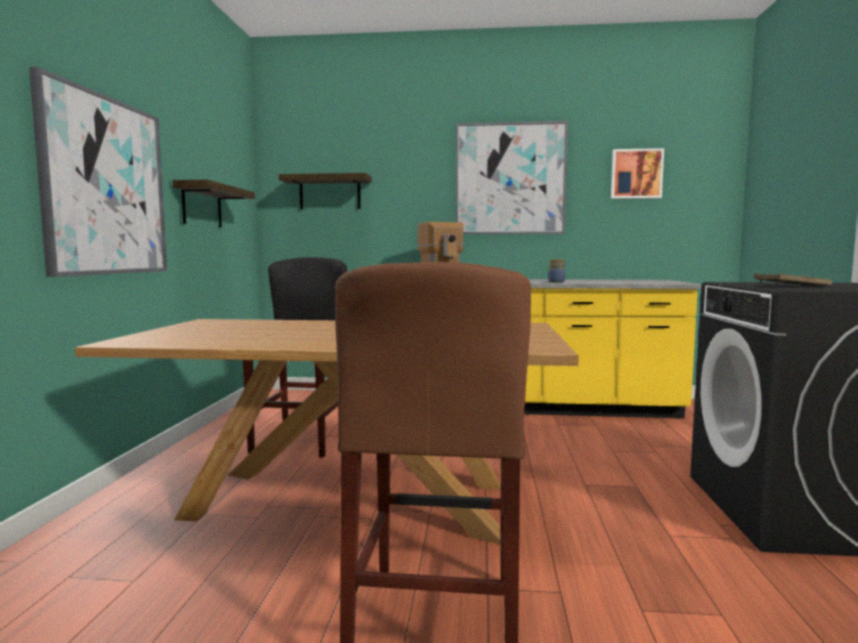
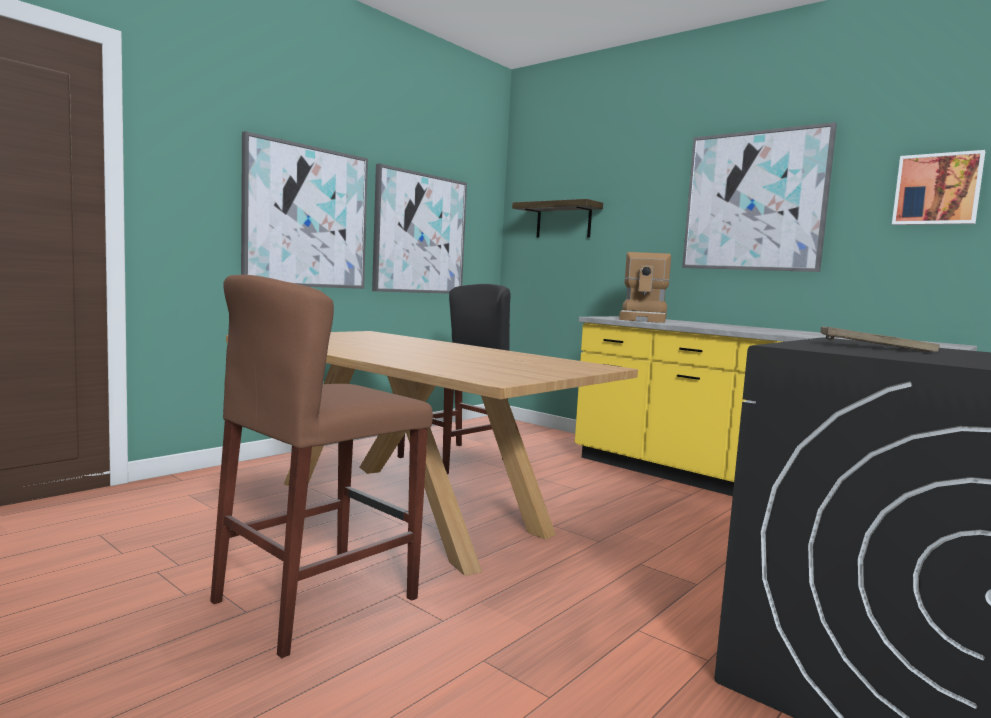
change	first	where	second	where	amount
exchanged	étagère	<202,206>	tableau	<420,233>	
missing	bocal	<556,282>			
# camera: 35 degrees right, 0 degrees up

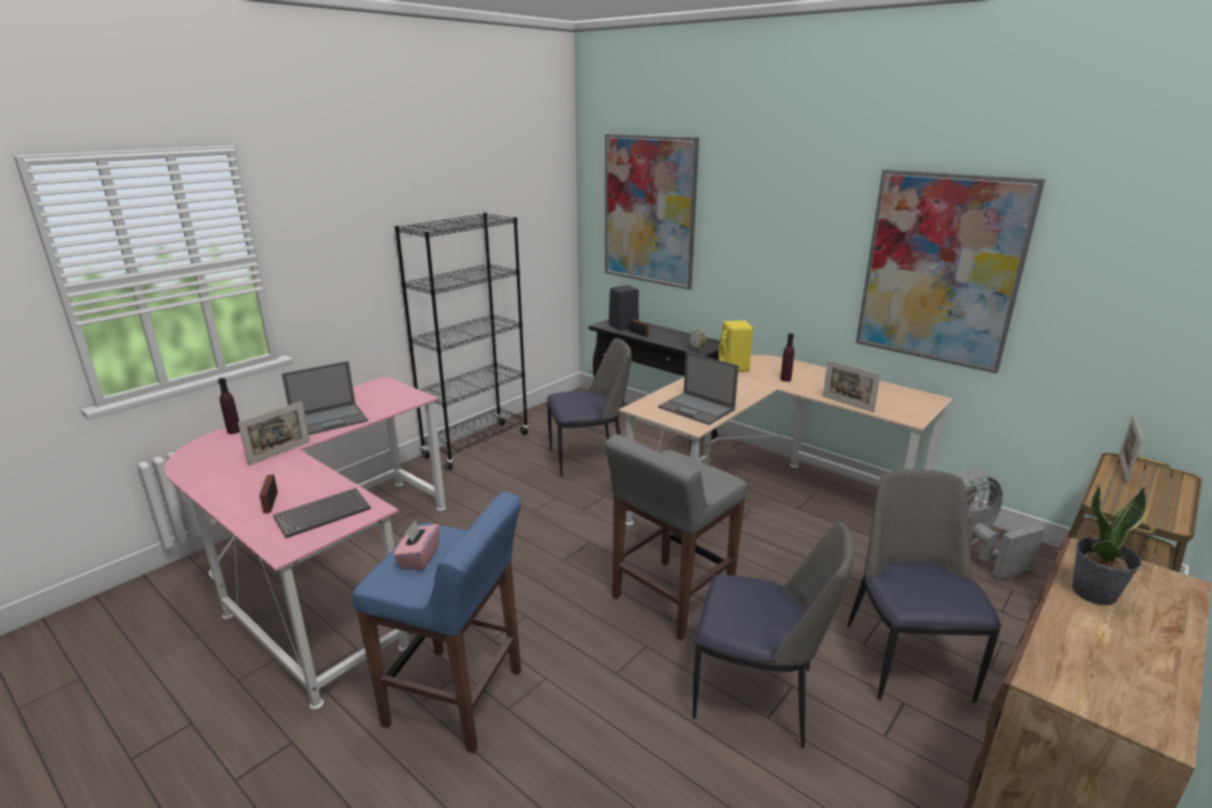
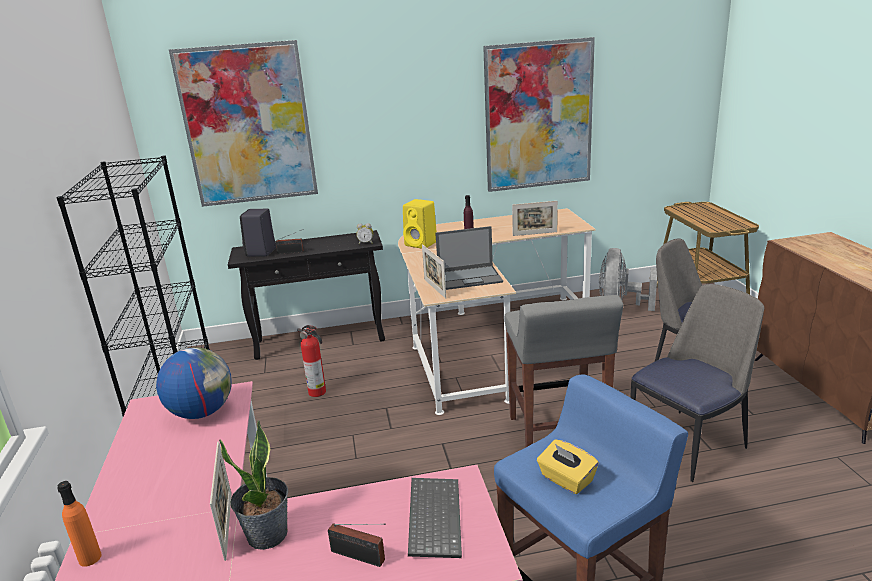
change	first	where	second	where	amount
colour	bouteille (violet)	<234,431>	bouteille (orange)	<90,558>	
appeared			globe	<201,412>	
relocated	plante en pot	<1094,593>		<268,535>	
exchanged	chaise	<589,459>	extincteur	<318,392>	
relocated	cadre photo	<1123,468>		<435,288>	
colour	boîte à mouchoirs (rose)	<419,558>	boîte à mouchoirs (jaune)	<566,480>	
missing	ordinateur portable	<330,420>			
# camera: 50 degrees left, 0 degrees up

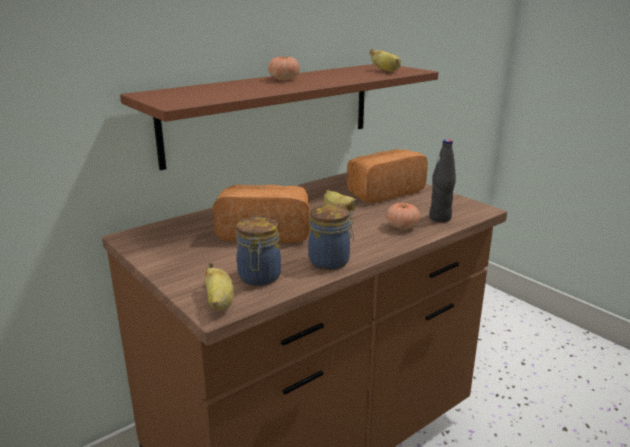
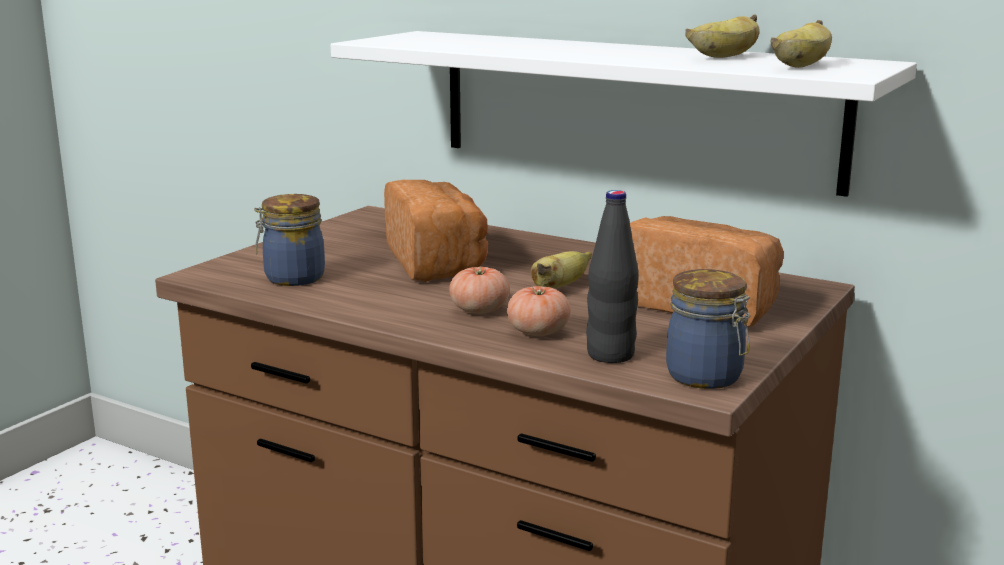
change	first	where	second	where	amount
colour	étagère (marron)	<271,112>	étagère (blanc)	<634,107>	
relocated	tomate	<284,79>		<479,310>	
relocated	bocal	<331,261>		<707,377>	
relocated	banane	<219,303>		<724,57>	
# camera: 70 degrees right, 5 degrees down

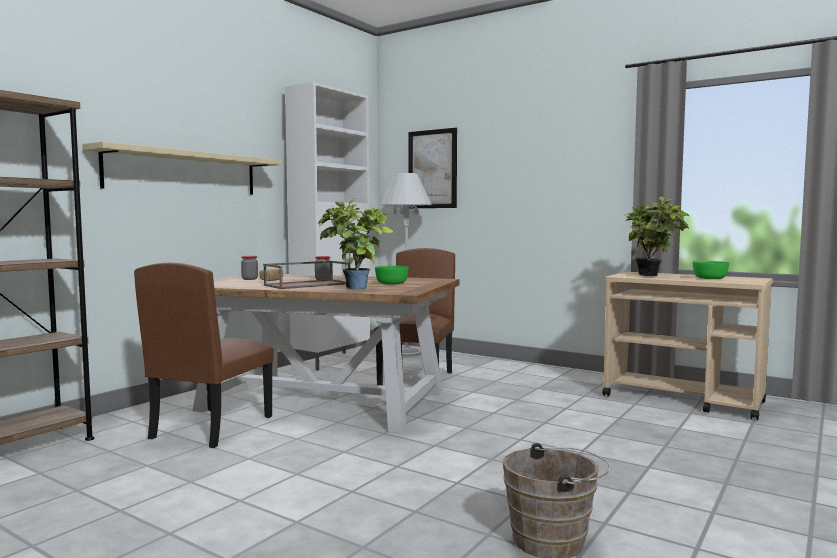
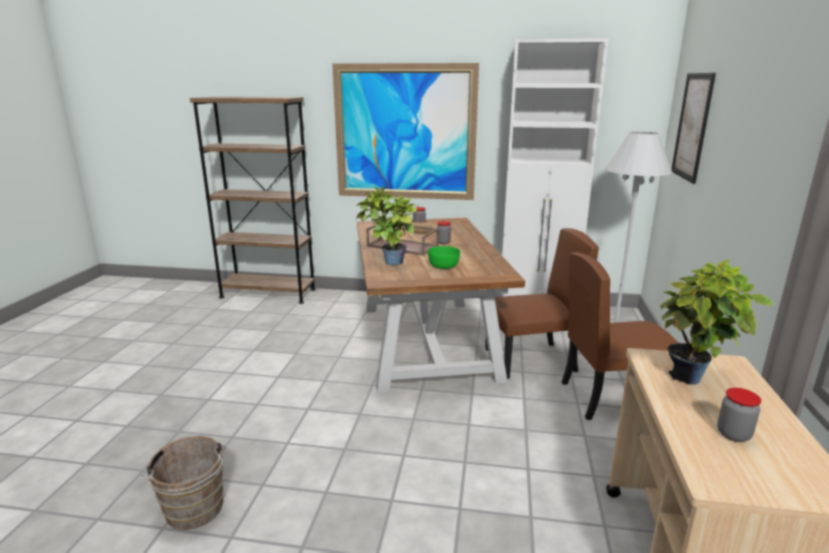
change	first	where	second	where	amount
exchanged	étagère (beige)	<184,172>	tableau	<404,133>	
relocated	chaise (marron)	<211,427>		<613,397>	
exchanged	bol (vert)	<709,278>	bocal	<733,434>	
# camera: 65 degrees right, 15 degrees up

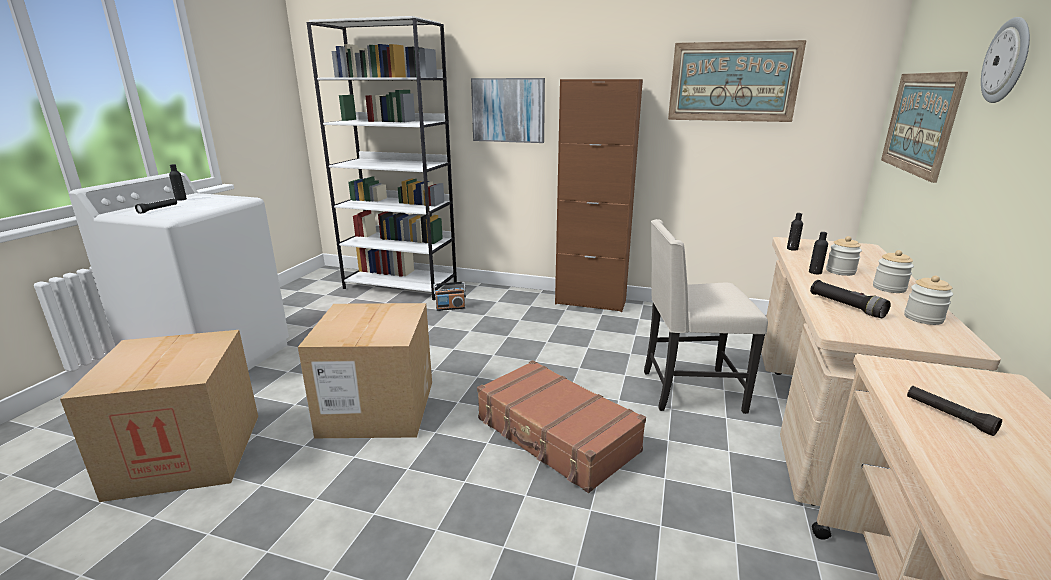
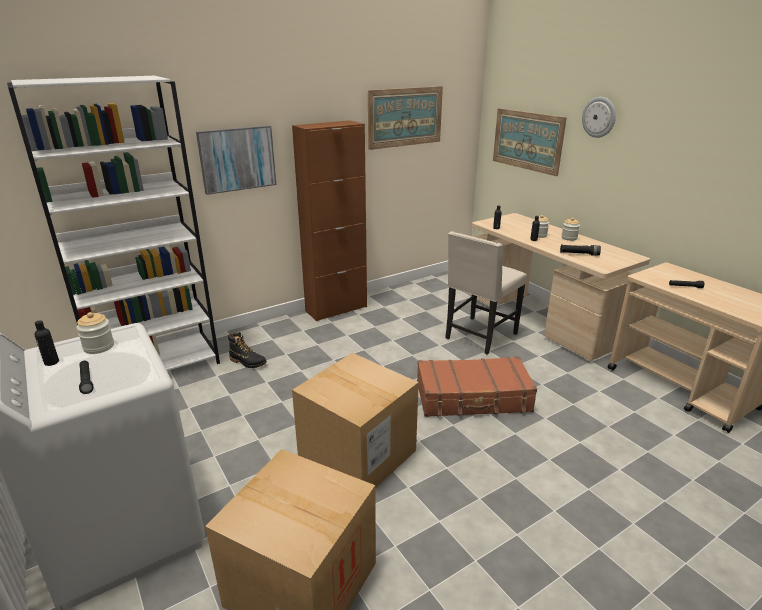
change	first	where	second	where	amount
relocated	bocal	<923,318>		<99,347>	
exchanged	radio	<450,308>	botte (noir)	<248,362>	
# camera: 50 degrees left, 5 degrees up

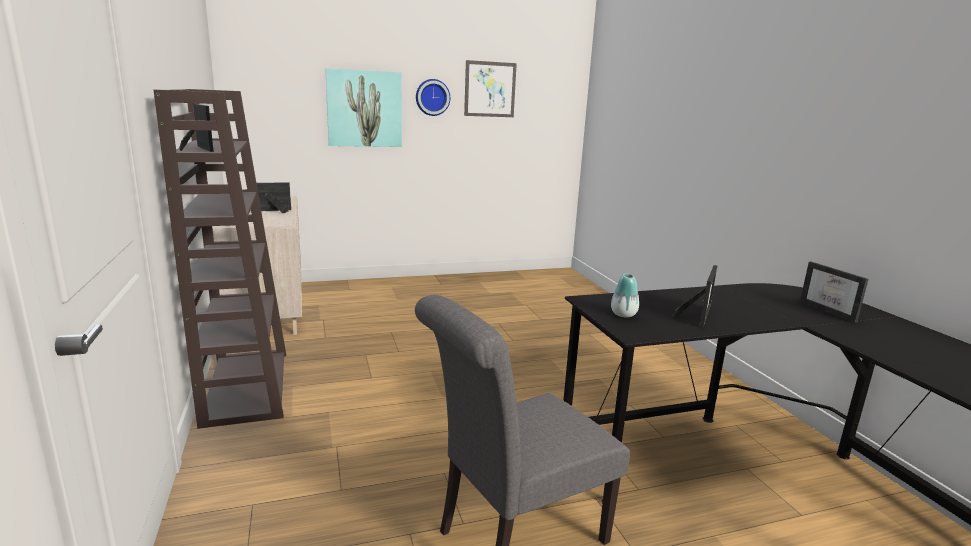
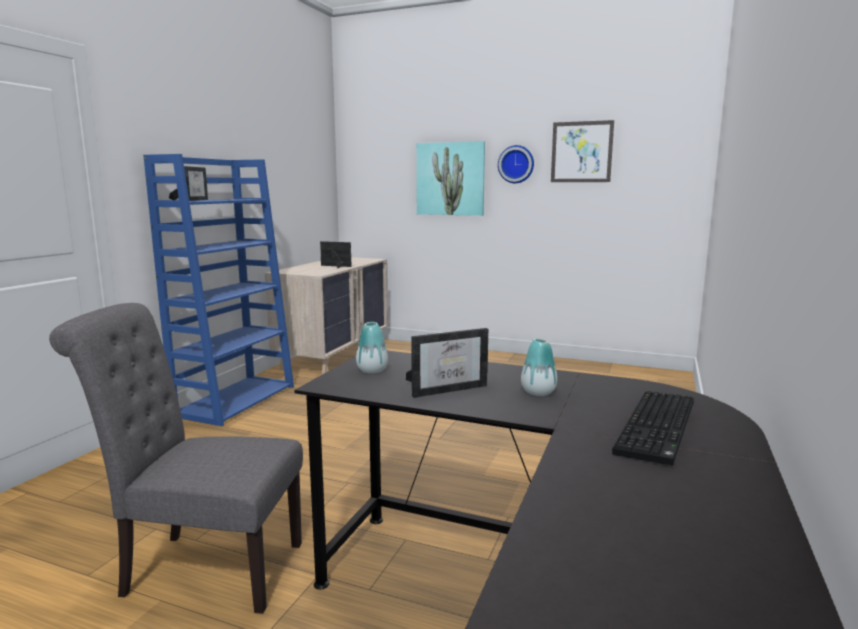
change	first	where	second	where	amount
colour	bibliothèque (marron)	<246,386>	bibliothèque (bleu)	<236,400>	
appeared			vase	<538,392>	
exchanged	cadre photo	<832,311>	clavier	<659,428>	
# camera: 40 degrees right, 5 degrees down

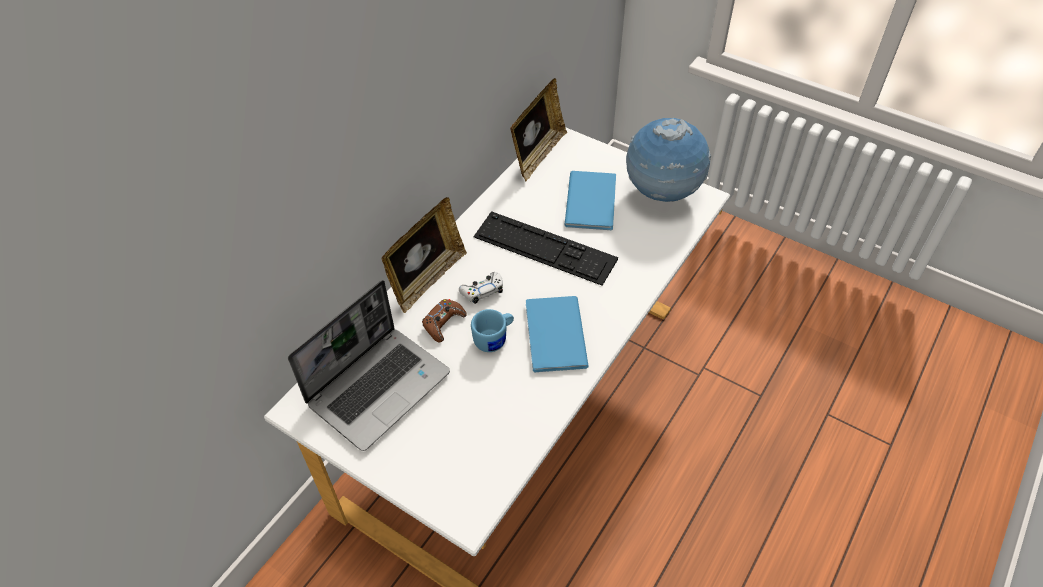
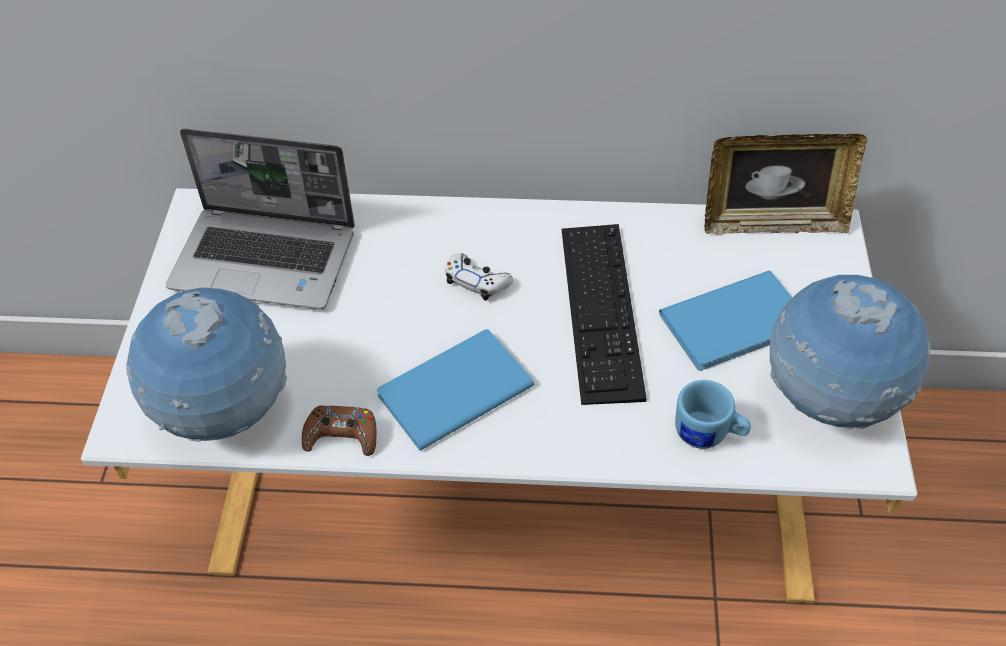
change	first	where	second	where	amount
appeared			globe	<225,413>	
relocated	manette (marron)	<443,323>		<342,436>	
relocated	mug (bleu)	<494,339>		<708,435>	
missing	cadre photo	<427,279>			
# camera: 60 degrees right, 0 degrees up

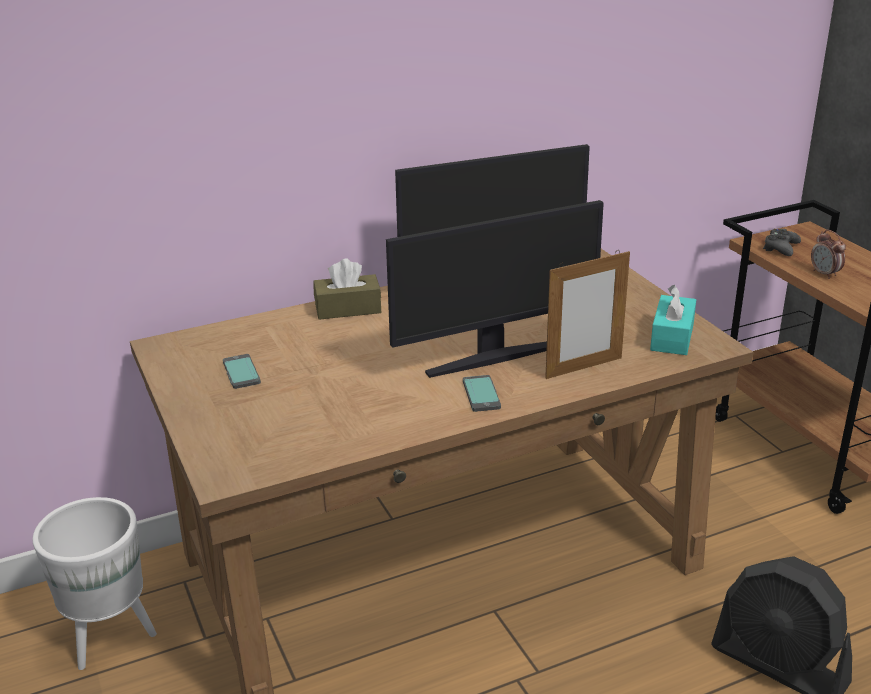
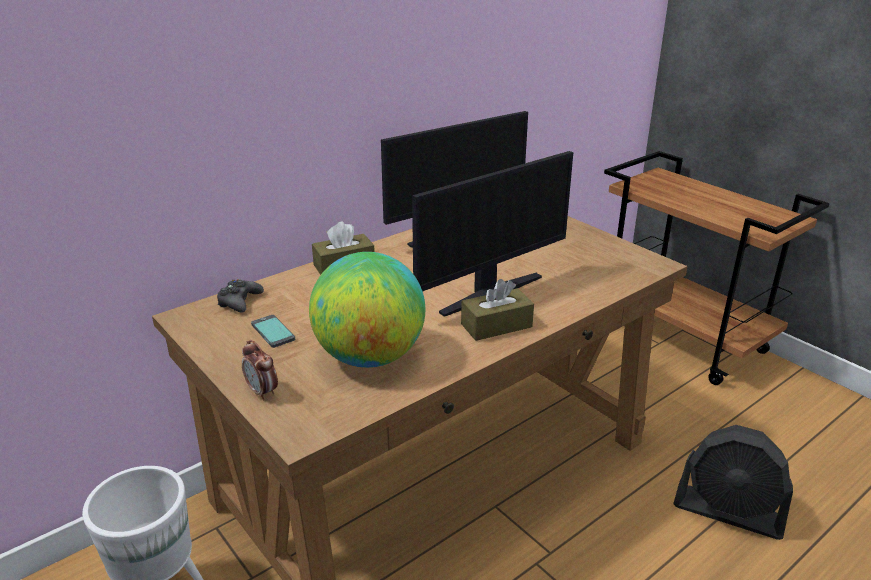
change	first	where	second	where	amount
relocated	manette (noir)	<780,248>		<239,301>	
relocated	réveil	<825,274>		<262,392>	
appeared			globe	<370,357>	
exchanged	téléphone	<481,394>	boîte à mouchoirs (marron)	<496,325>	
missing	cadre photo	<583,368>			
missing	boîte à mouchoirs (turquoise)	<672,337>			
# camera: 15 degrees left, 0 degrees up

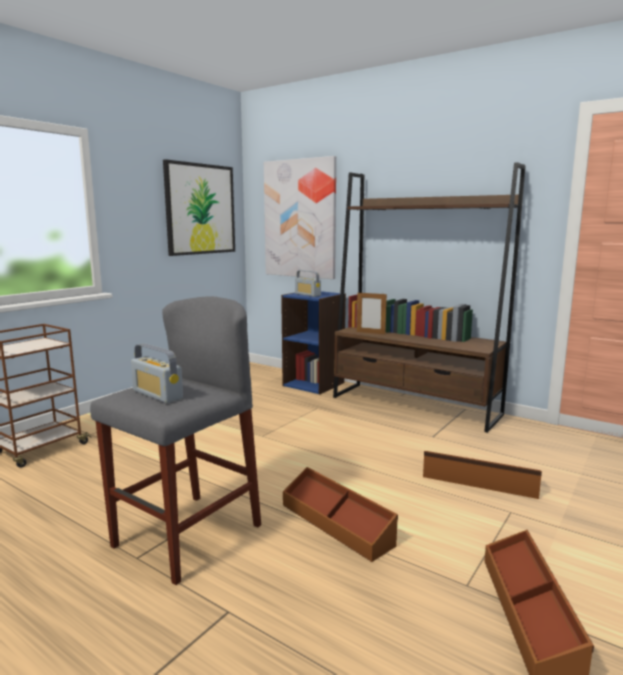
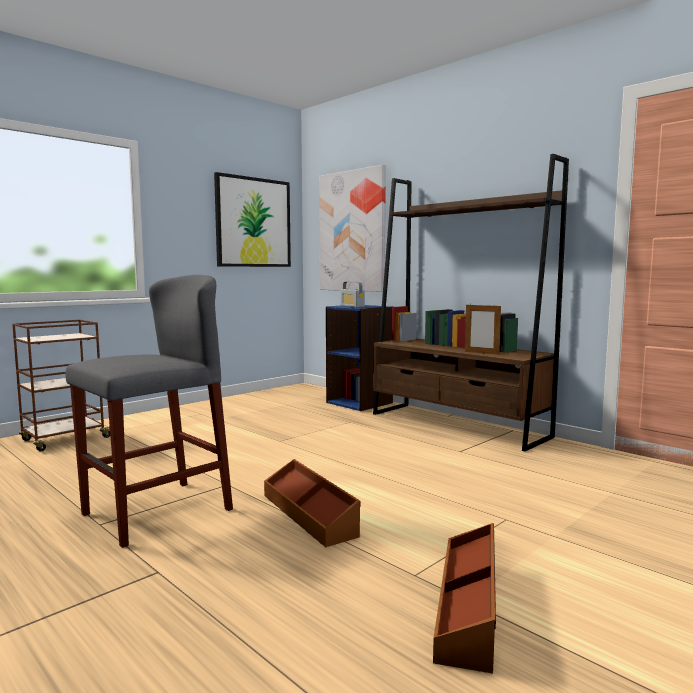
change	first	where	second	where	amount
relocated	cadre photo	<370,333>		<481,353>	
missing	radio	<157,394>			
missing	boîte de rangement (marron)	<479,481>			
# camera: 10 degrees right, 5 degrees down

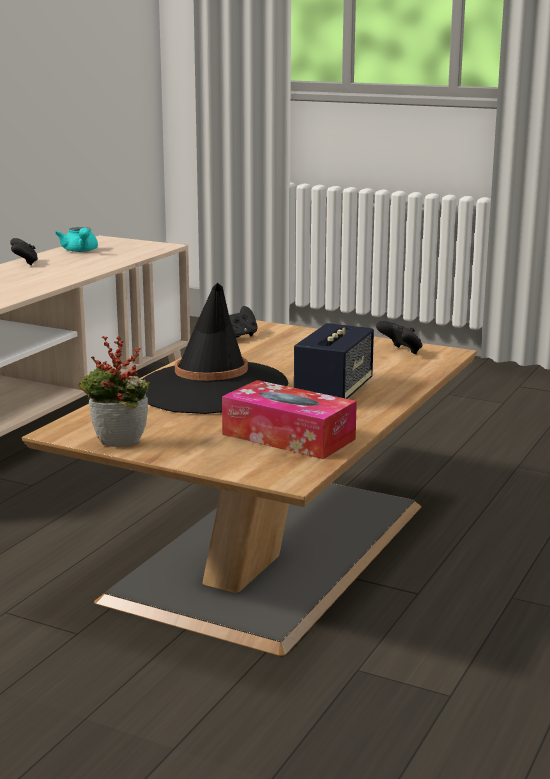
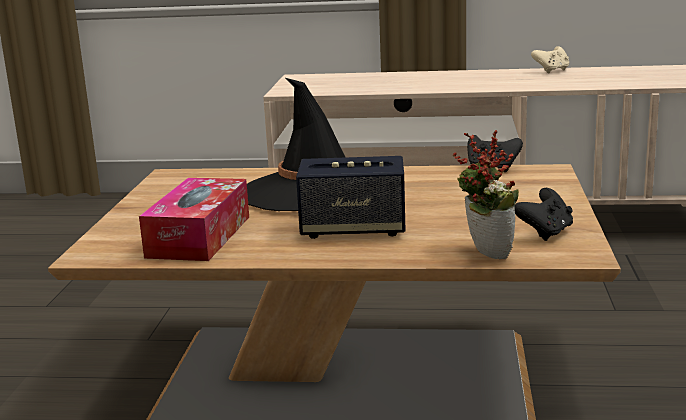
change	first	where	second	where	amount
relocated	plante en pot	<117,446>		<484,253>	
colour	manette (noir)	<25,263>	manette (beige)	<552,71>	
missing	théière (turquoise)	<80,251>			
# camera: 70 degrees right, 0 degrees up

